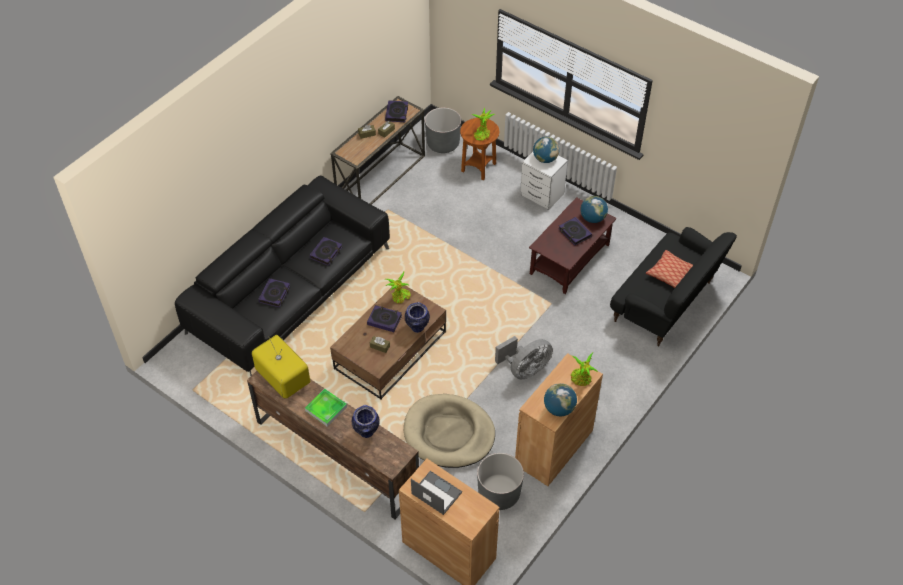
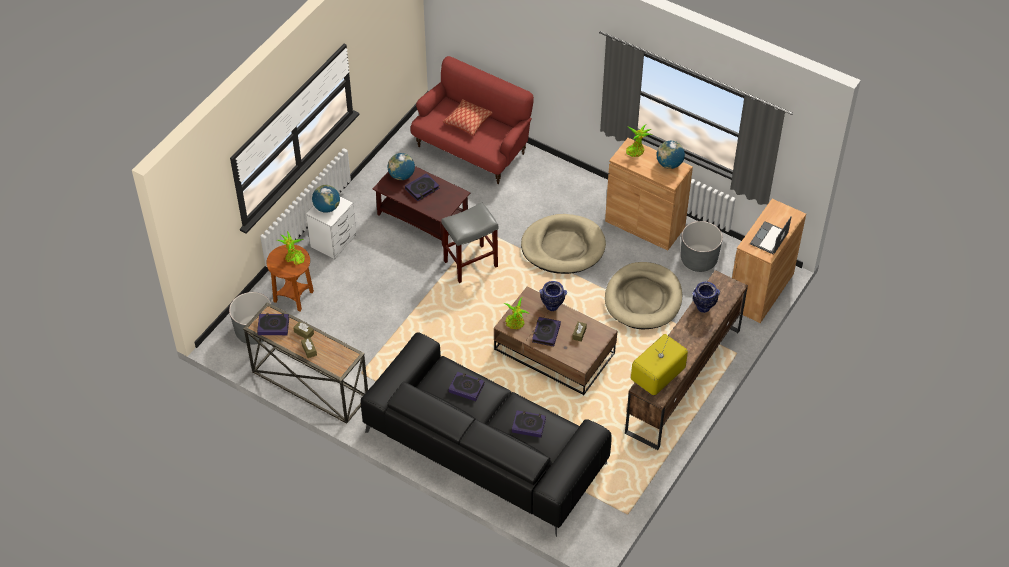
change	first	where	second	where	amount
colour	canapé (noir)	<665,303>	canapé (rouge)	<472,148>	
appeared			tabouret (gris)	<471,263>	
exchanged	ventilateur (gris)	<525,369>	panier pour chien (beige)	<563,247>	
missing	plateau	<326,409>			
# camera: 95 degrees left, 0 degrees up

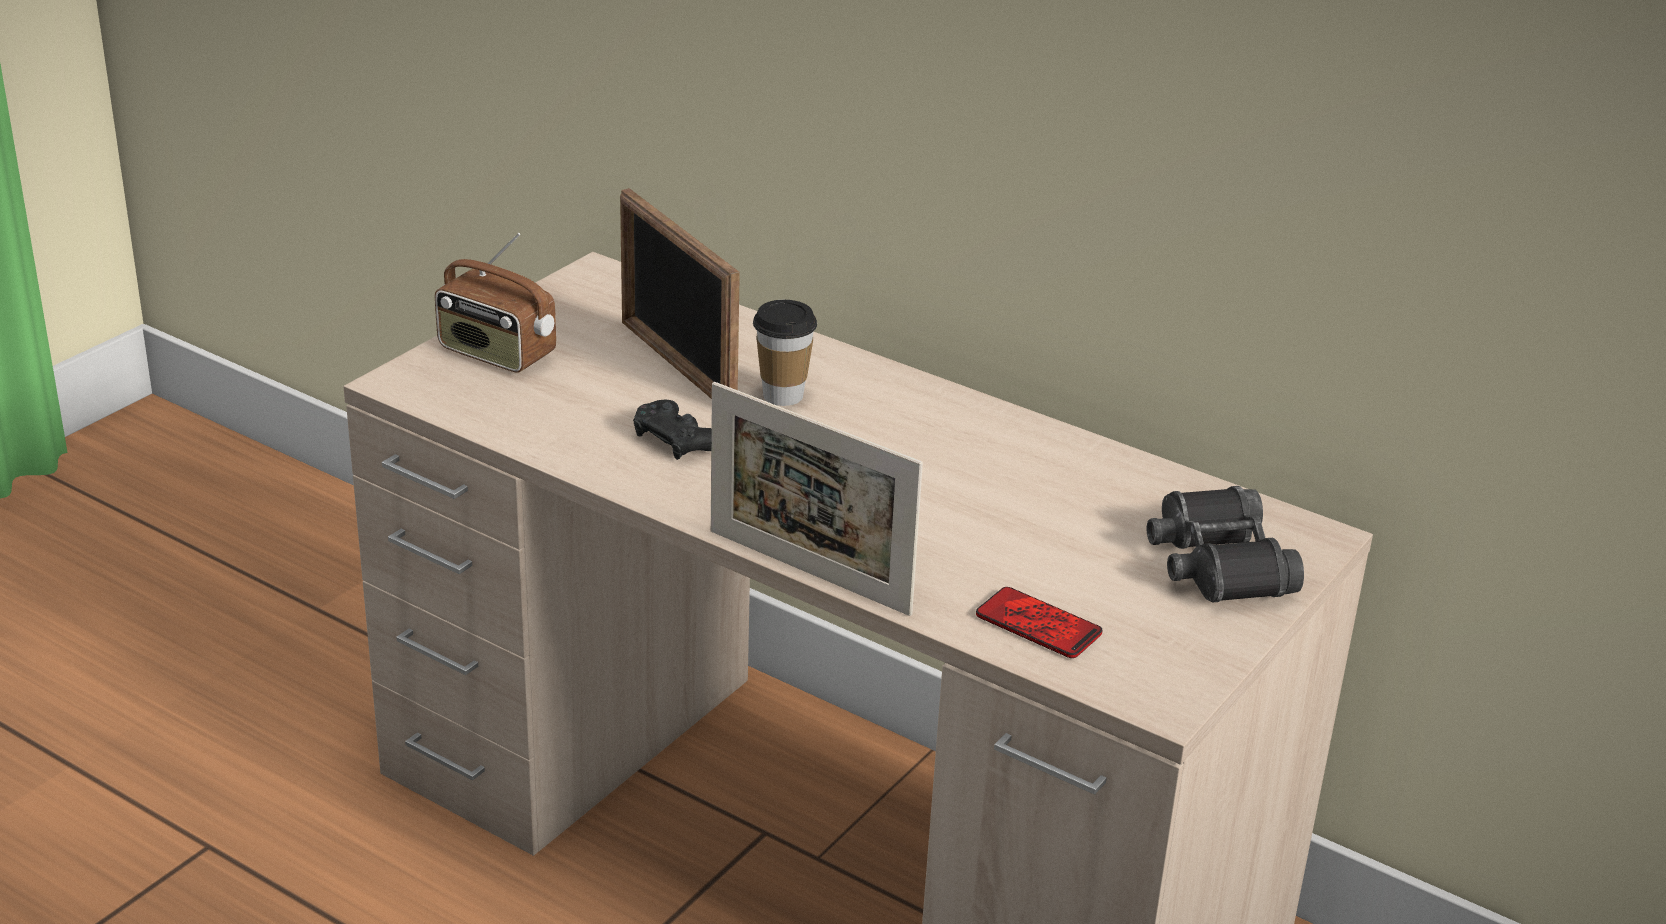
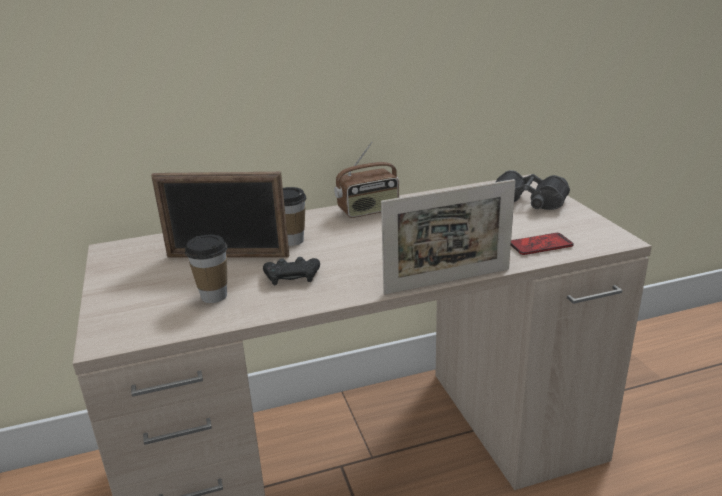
change	first	where	second	where	amount
appeared			tasse	<214,296>	
relocated	radio	<496,354>		<368,211>	
# camera: 50 degrees left, 5 degrees down

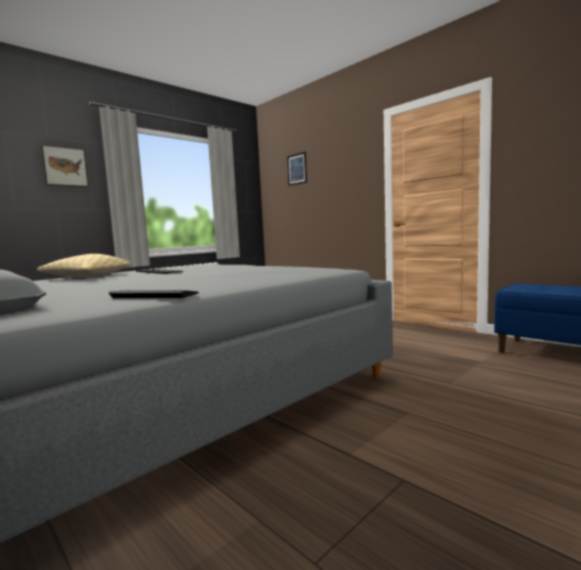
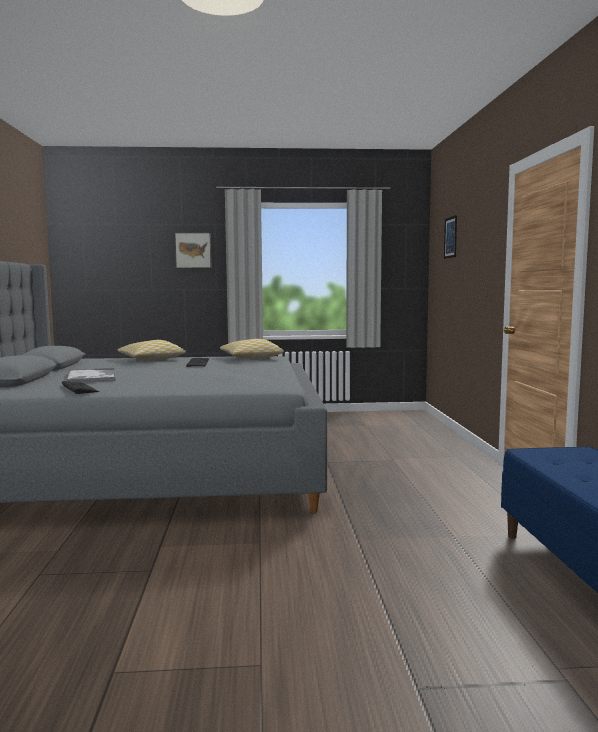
change	first	where	second	where	amount
appeared			plateau	<92,377>	
appeared			coussin	<251,358>	
# camera: 40 degrees right, 0 degrees up

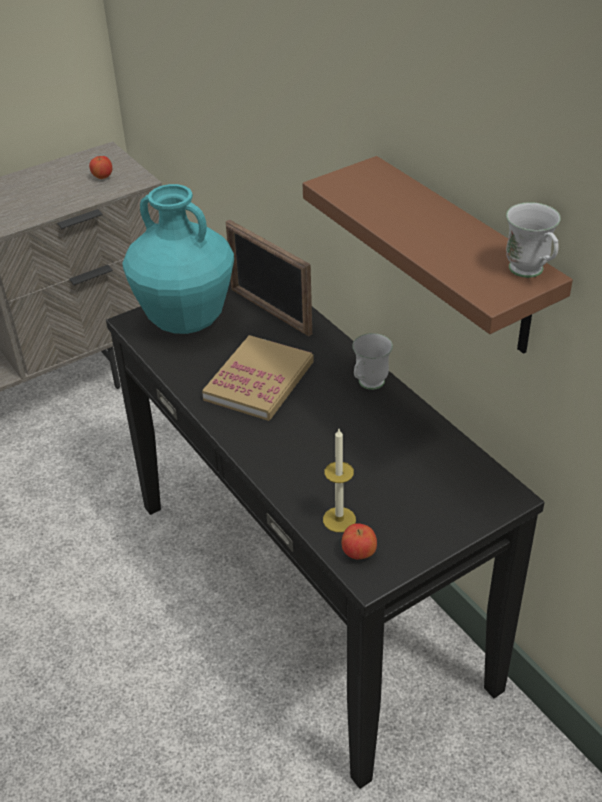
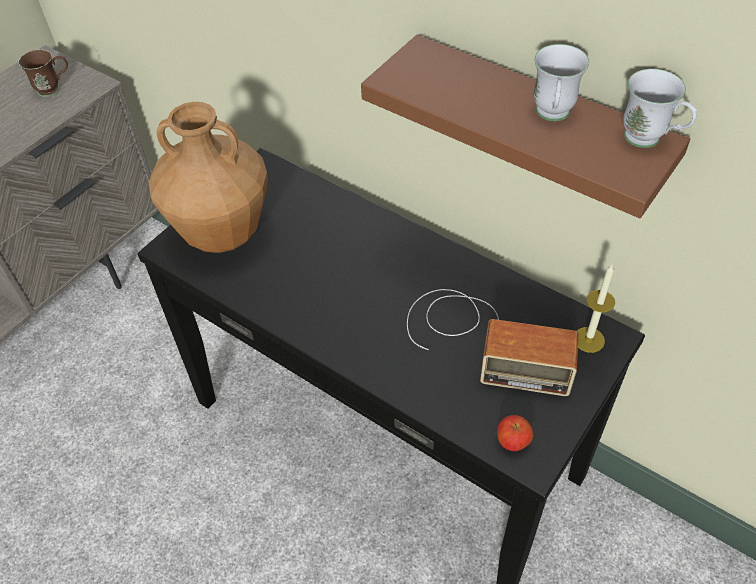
change	first	where	second	where	amount
exchanged	pomme	<102,177>	mug (marron)	<54,89>	
colour	vase (turquoise)	<187,322>	vase (marron)	<223,234>	
appeared			radio	<483,340>	
relocated	mug (blanc)	<368,385>		<552,117>	
relocated	bougie	<339,519>		<588,339>	
missing	livre	<259,381>			
missing	cadre photo	<270,311>			
# camera: 20 degrees left, 10 degrees up

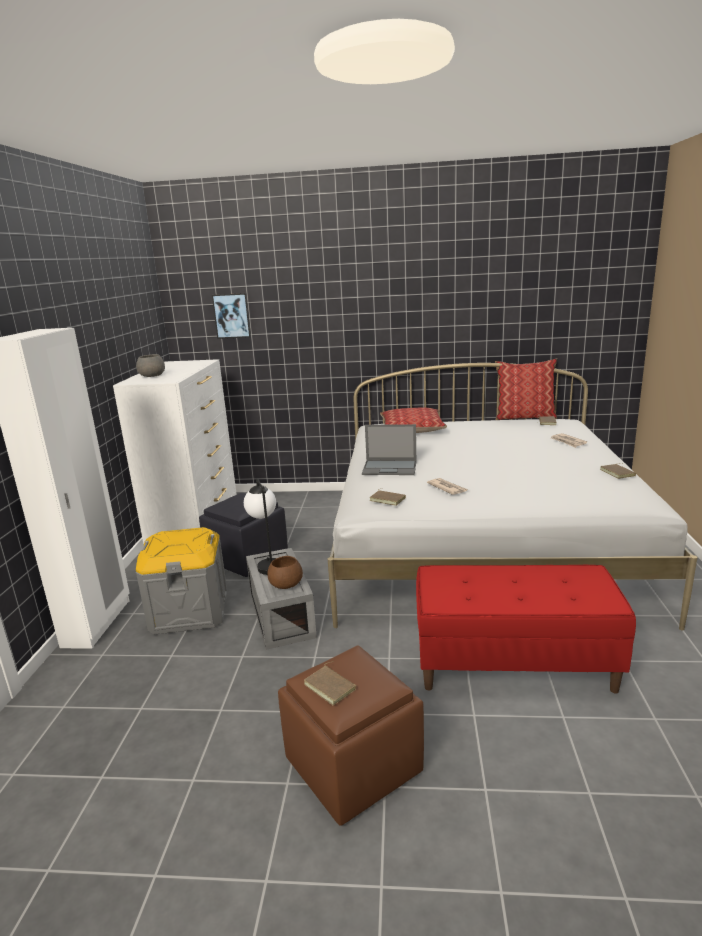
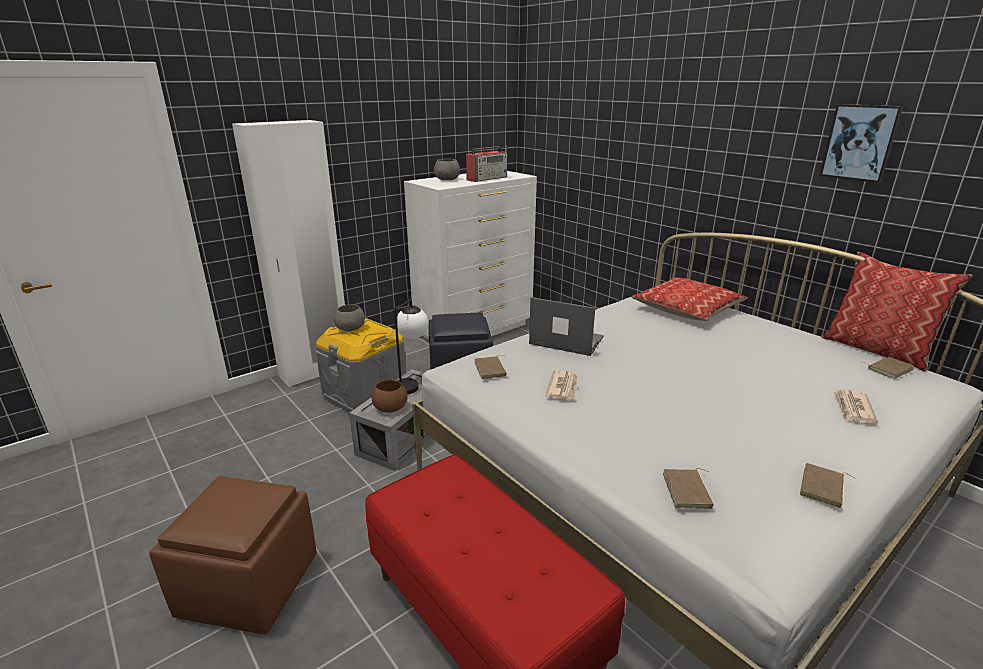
change	first	where	second	where	amount
appeared			bol (gris)	<351,328>	
appeared			radio	<487,178>	
spun	ordinateur portable	<390,468>		<565,340>	150 degrees clockwise
relocated	livre (marron)	<331,686>		<688,491>	
relocated	tableau	<232,316>		<859,142>	
# camera: 45 degrees right, 5 degrees up

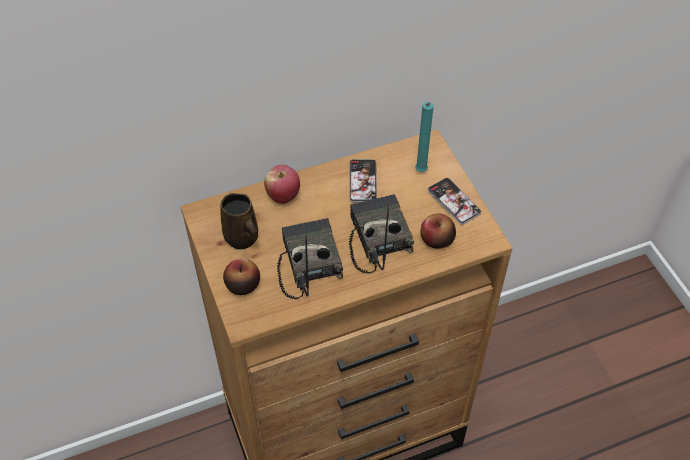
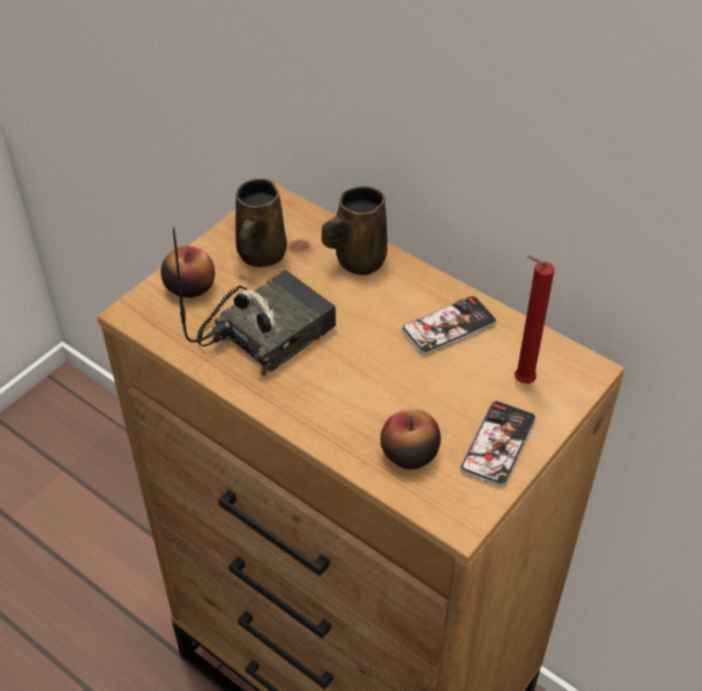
change	first	where	second	where	amount
exchanged	pomme	<283,196>	mug (marron)	<358,260>	
colour	bougie (turquoise)	<420,172>	bougie (rouge)	<520,381>	
missing	radio	<376,238>			
# camera: 60 degrees right, 5 degrees down

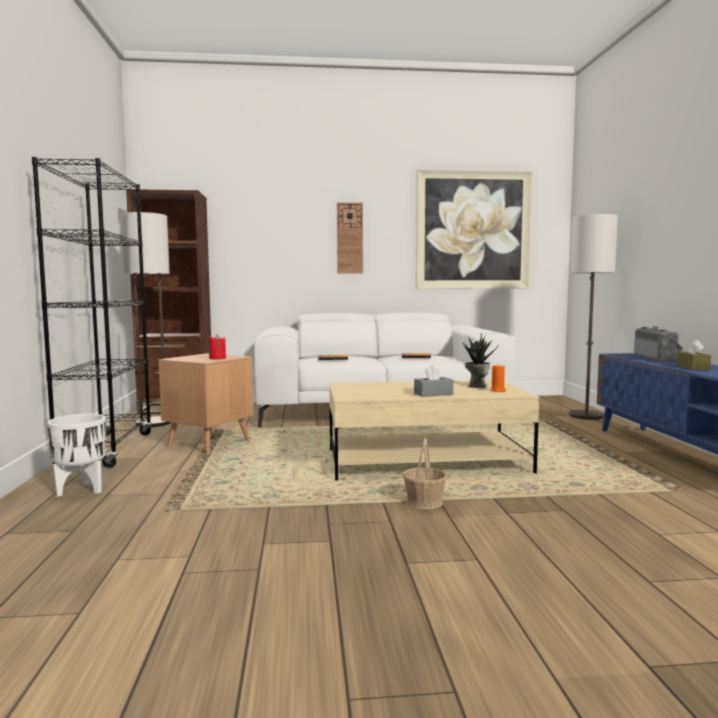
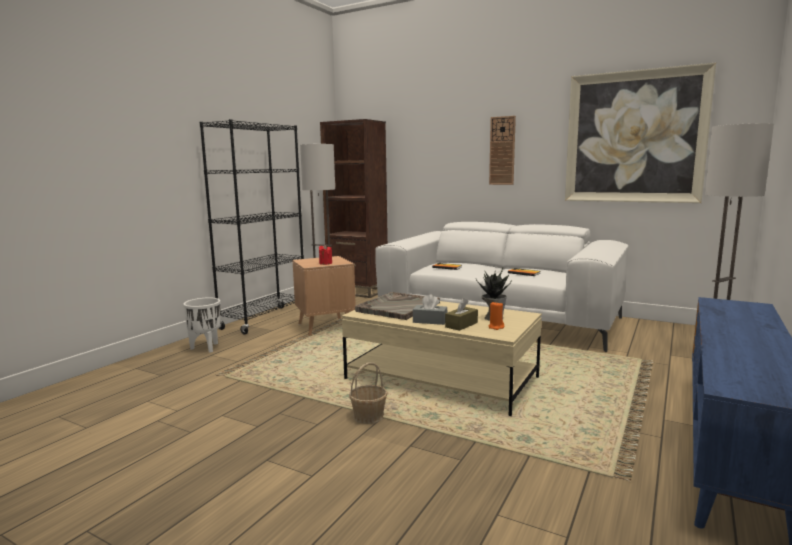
change	first	where	second	where	amount
appeared			plateau (gris)	<398,307>	
relocated	boîte à mouchoirs (marron)	<692,367>		<461,325>	
missing	radio	<657,358>			
# camera: 35 degrees right, 5 degrees up

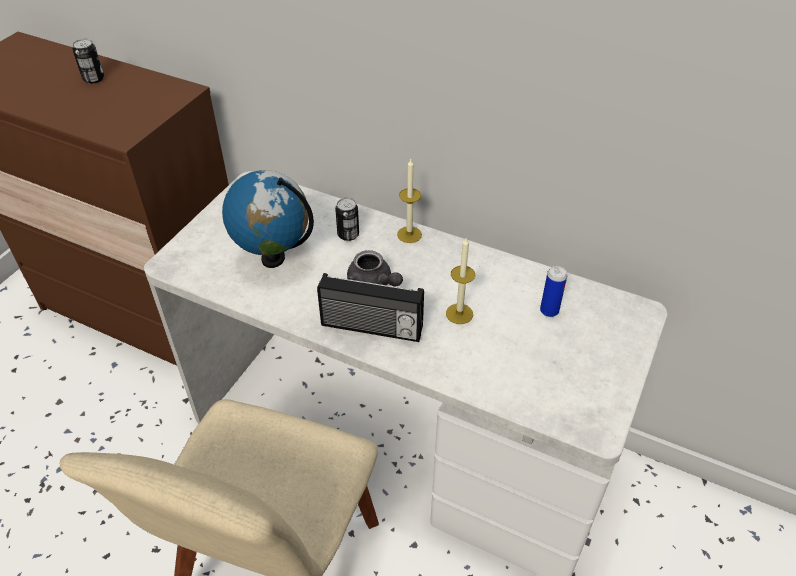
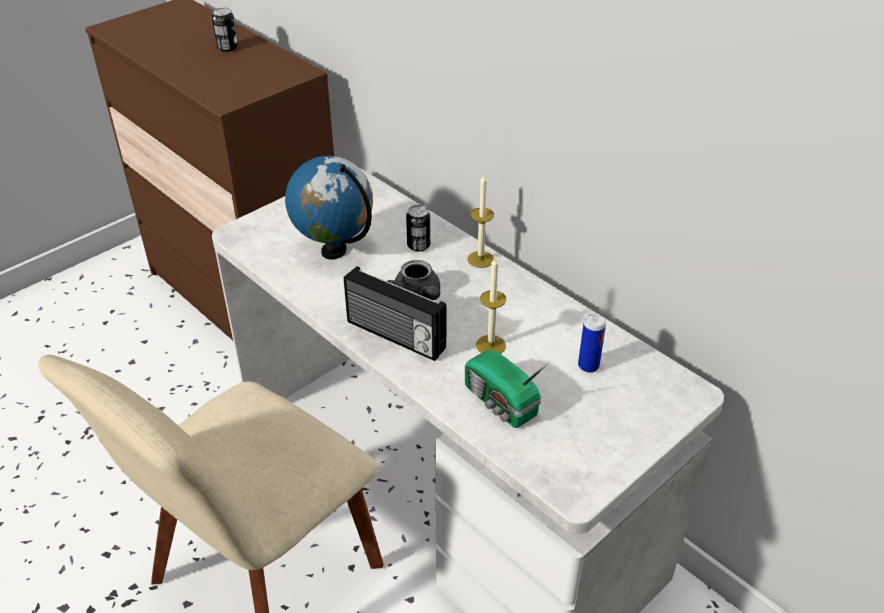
change	first	where	second	where	amount
appeared			radio	<500,403>	
# camera: 20 degrees right, 5 degrees down

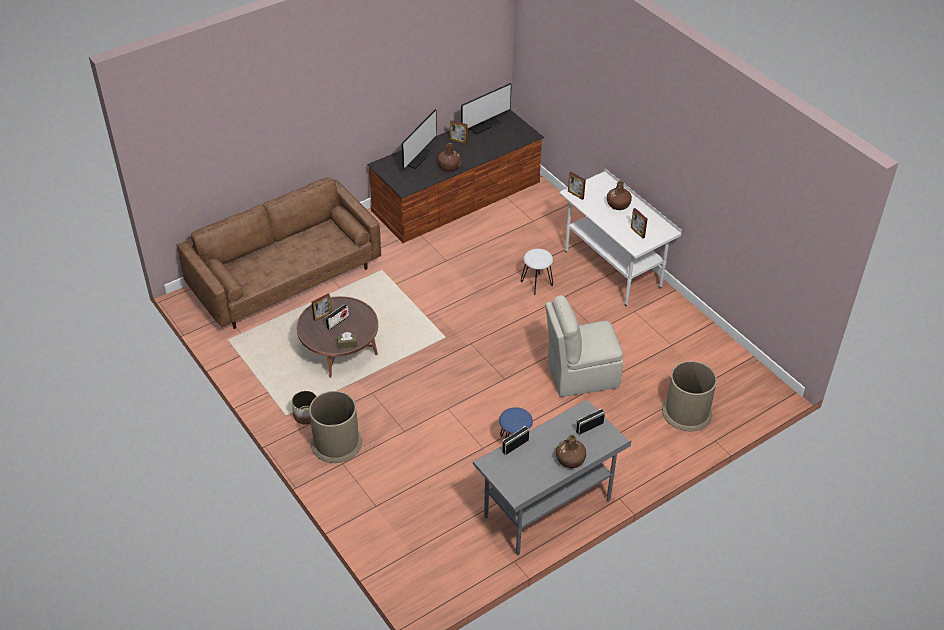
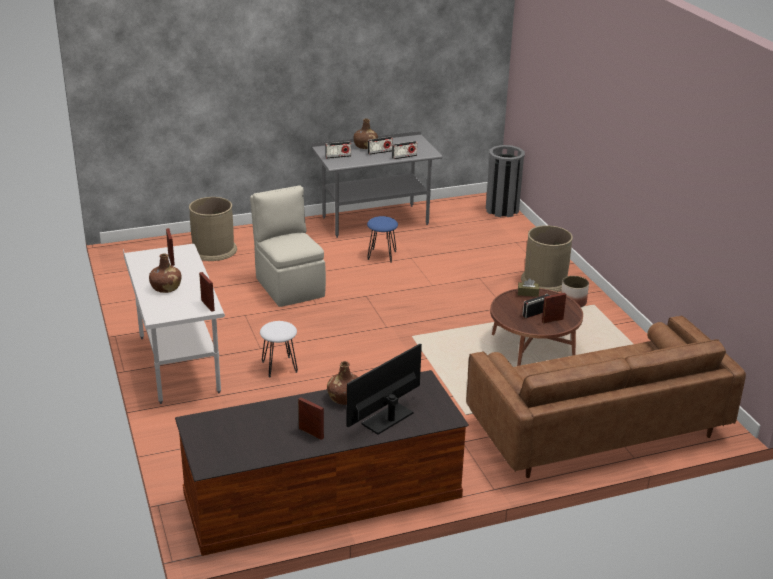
change	first	where	second	where	amount
spun	chaise (beige)	<580,375>		<289,286>	120 degrees counterclockwise
appeared			radio	<380,152>	
appeared			poubelle (gris)	<502,210>	
missing	écran d'ordinateur	<484,125>			
# camera: 165 degrees left, 15 degrees down

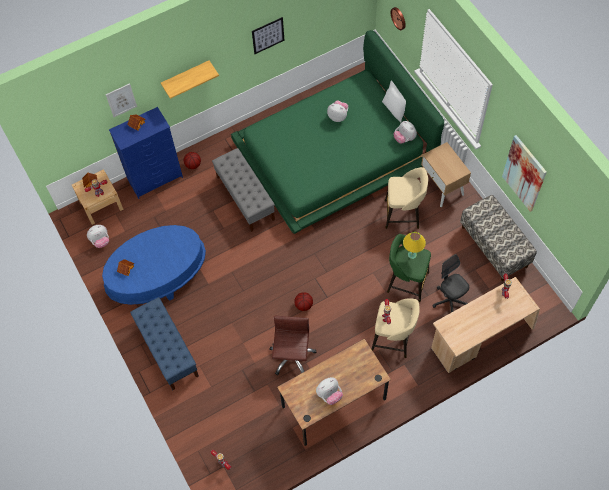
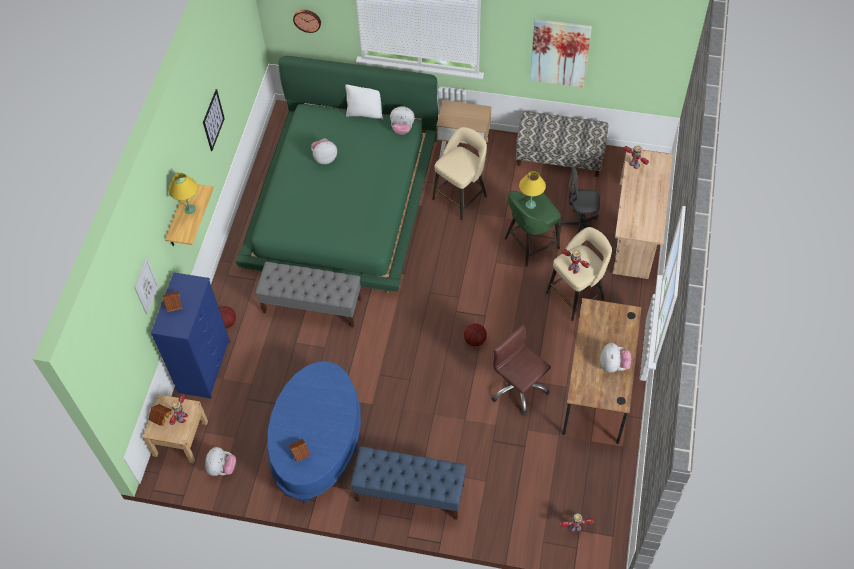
change	first	where	second	where	amount
appeared			lampe de table (jaune)	<190,209>	
# camera: 50 degrees left, 5 degrees down

